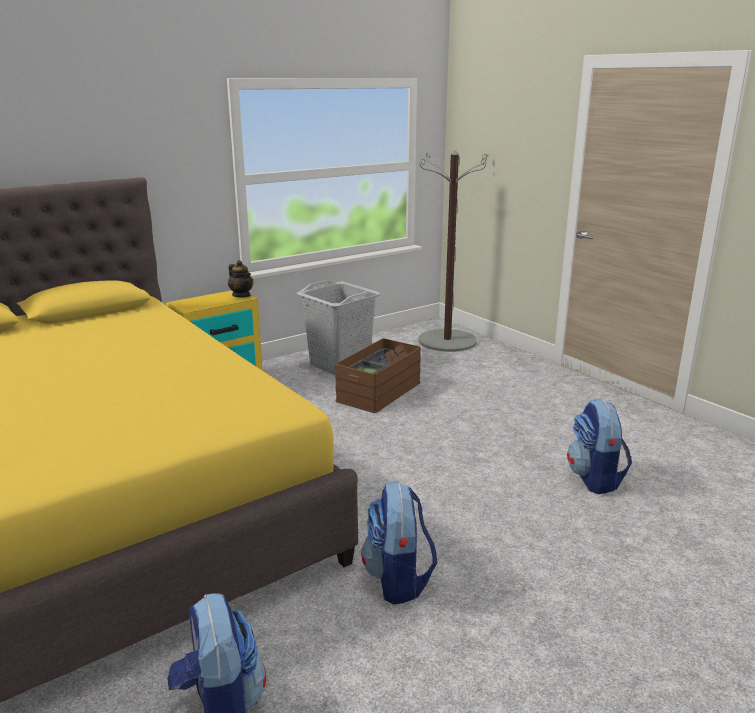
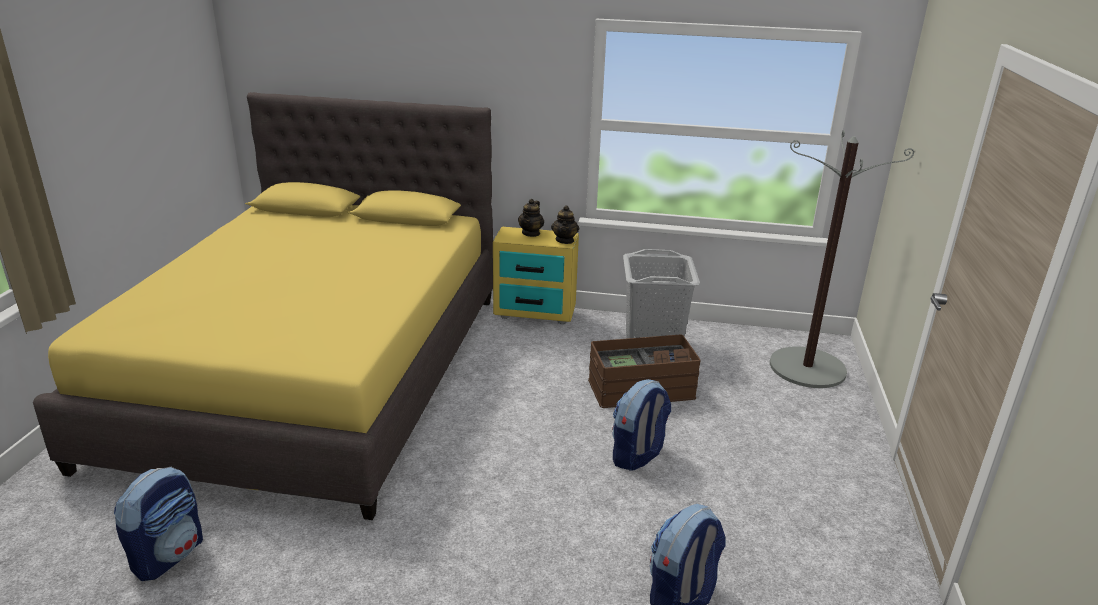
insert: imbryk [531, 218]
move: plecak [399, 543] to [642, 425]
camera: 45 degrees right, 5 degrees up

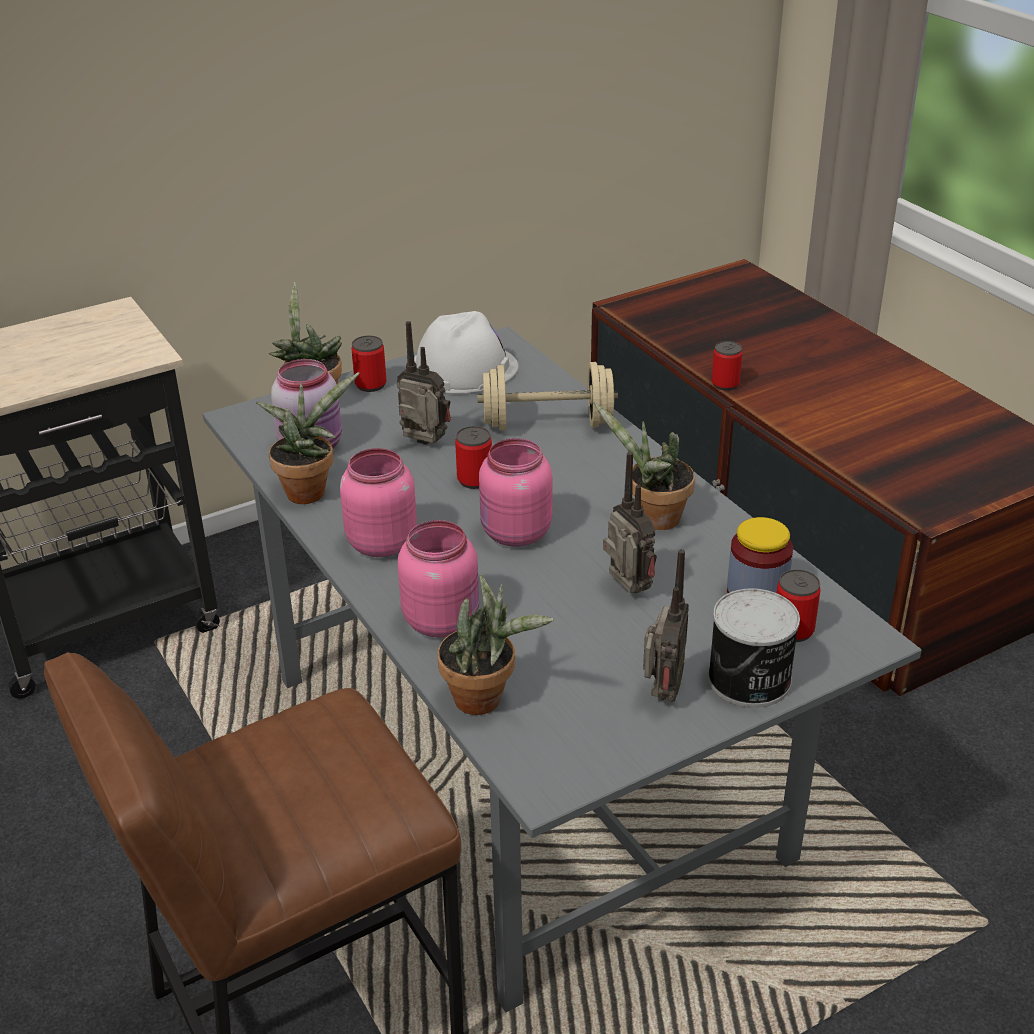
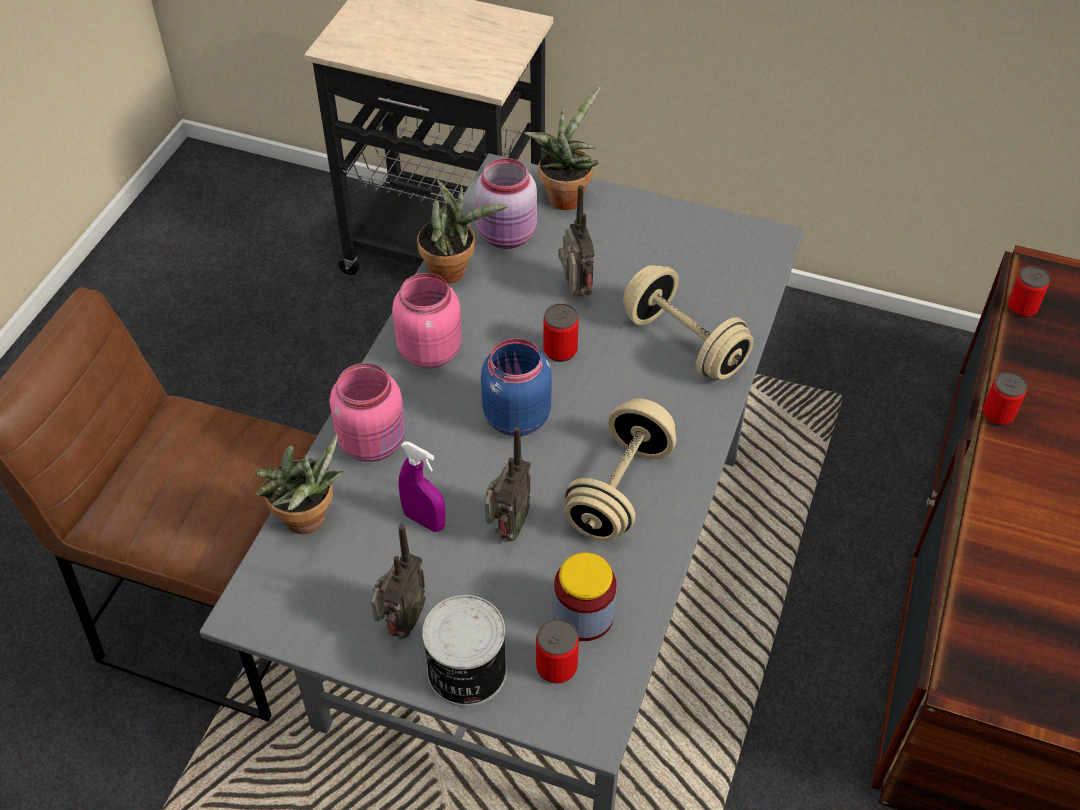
delete: kask/biały [466, 352]
insert: spryskiwacz/fioletowy [422, 486]
move: puszka [369, 363] to [1029, 292]
replace: roślina doniczkowa [644, 466] to hantel/beżowy [620, 469]
recolor: słoik/różowy [515, 492] to słoik/niebieski [516, 387]
rotate: radio [666, 625] = [398, 581] 45 degrees counterclockwise
camera: 50 degrees right, 15 degrees up

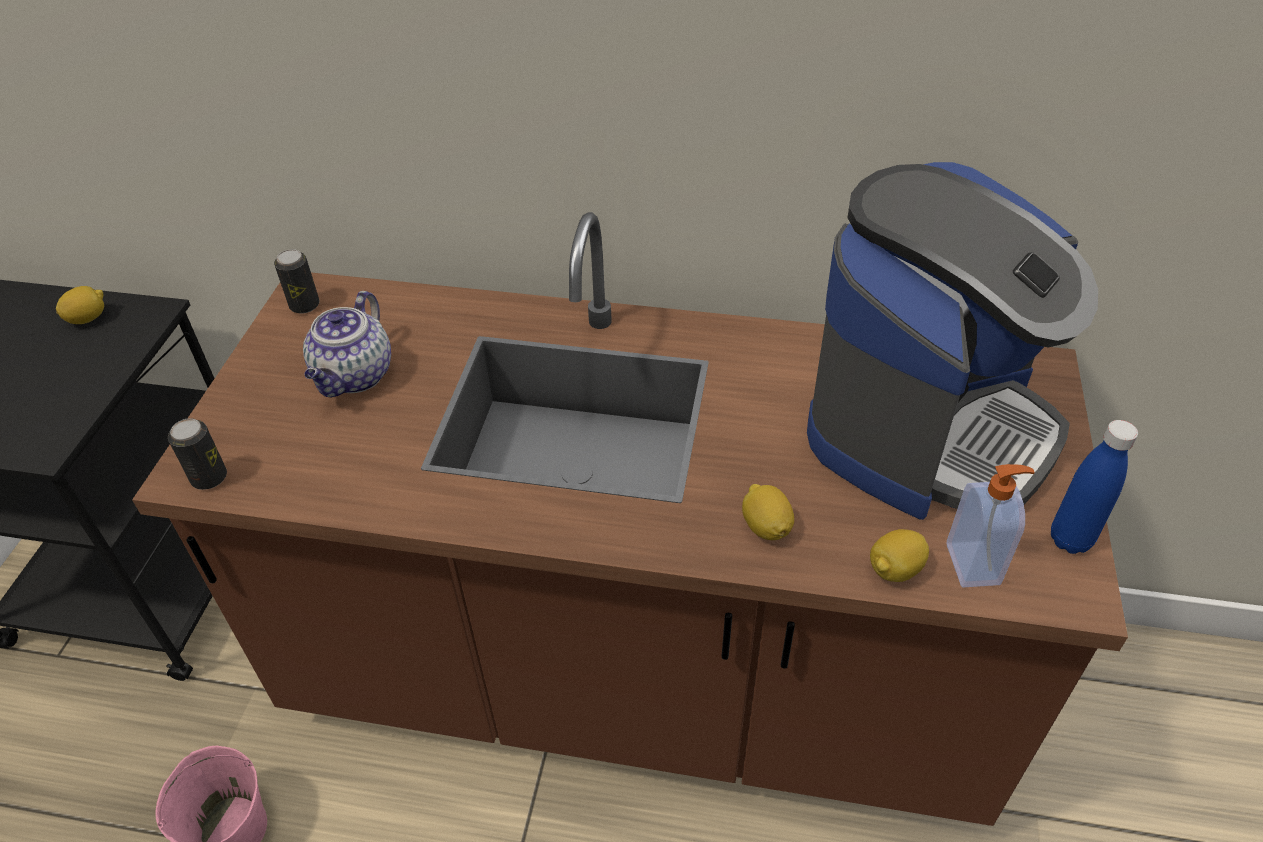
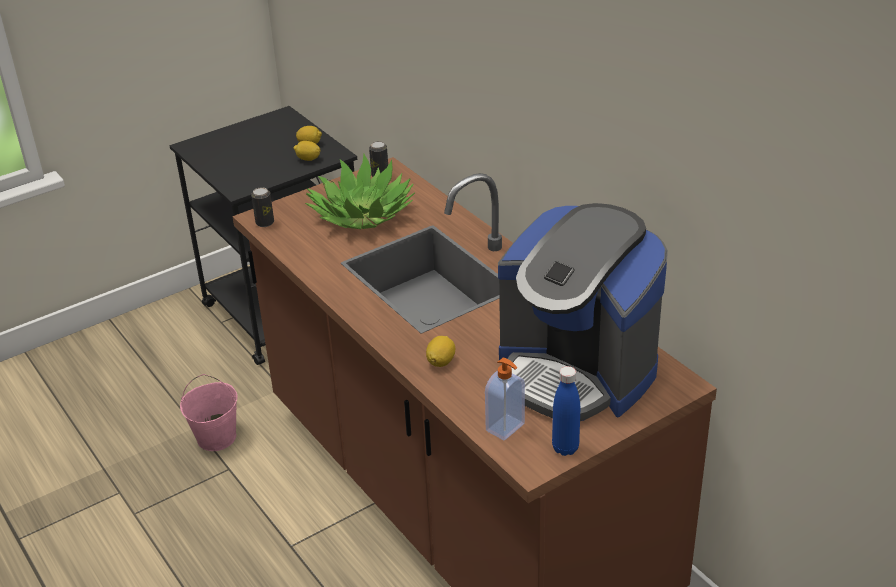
move: cytryna [899, 555] to [306, 151]
replace: imbryk [347, 344] to roślina doniczkowa [360, 191]
rotate: ekspres do kawy [952, 341] = [583, 312] 45 degrees clockwise
camera: 45 degrees right, 10 degrees down

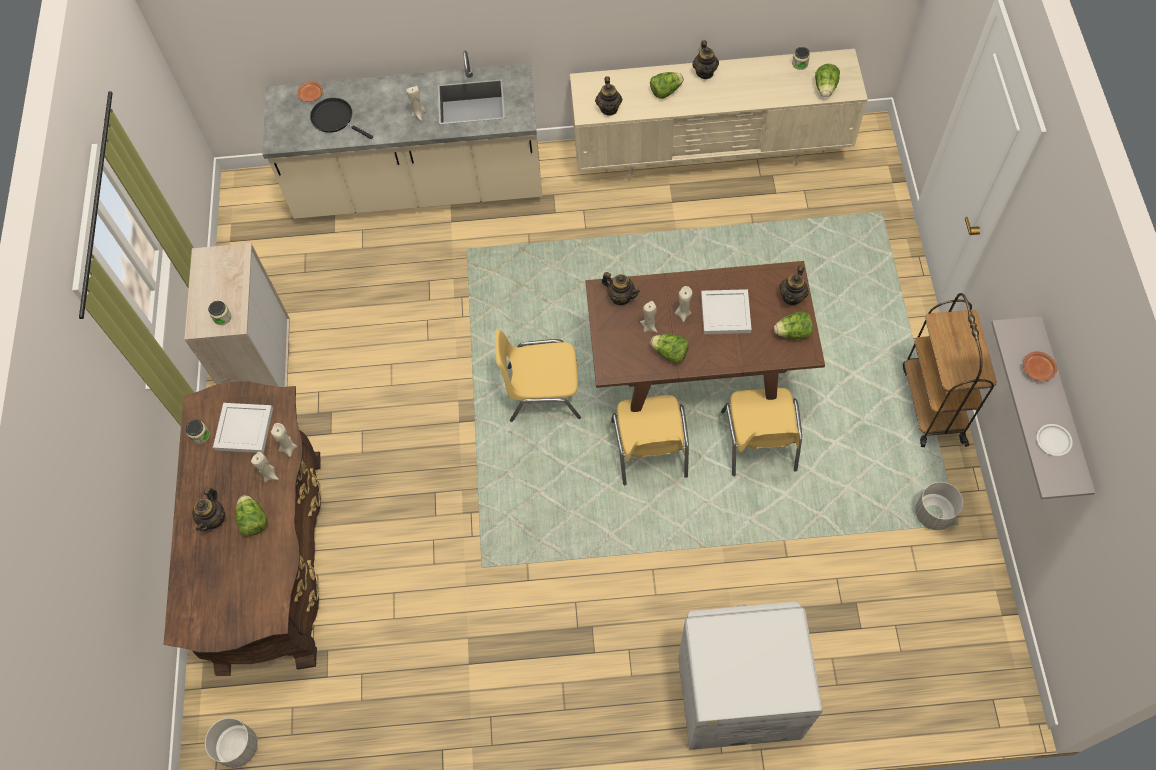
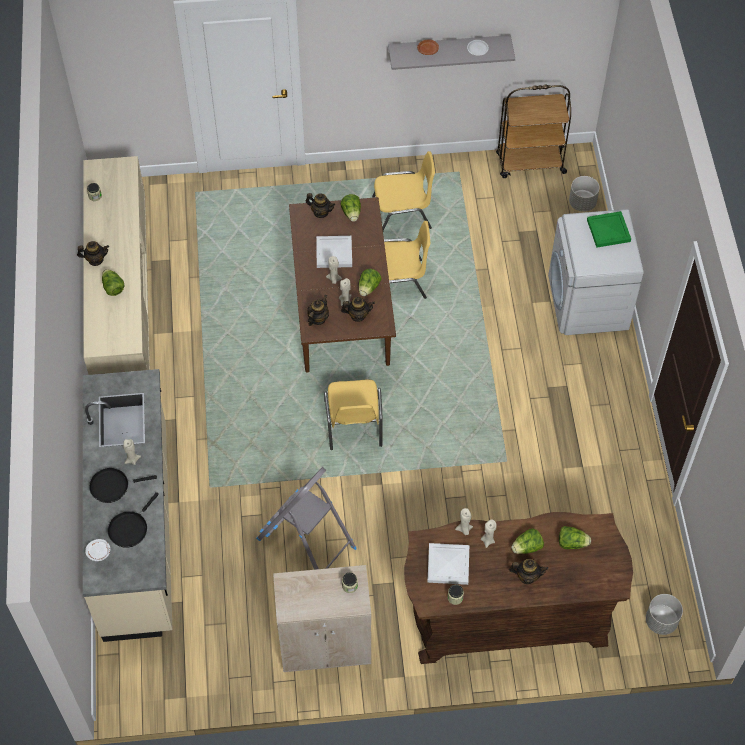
insert: taca/zielony [609, 229]; drabinka/szary [306, 518]; patelnia/czarny [123, 485]
move: sałata [827, 80] to [575, 537]; imbryk [608, 96] to [358, 309]; wózek/brązowy [950, 370] to [533, 131]; krzesło/żółty [650, 440] to [403, 191]; donica/szary [939, 506] to [584, 194]
recolor: talerz/brązowy [310, 91] to talerz/biały [97, 550]
camera: 95 degrees left, 5 degrees down

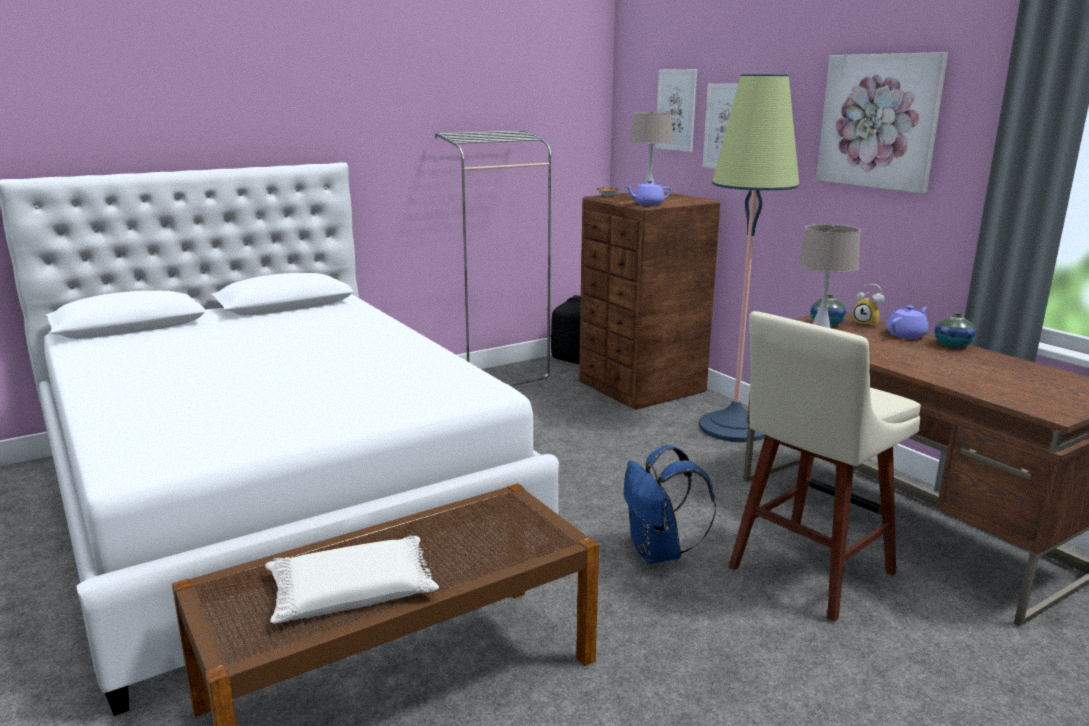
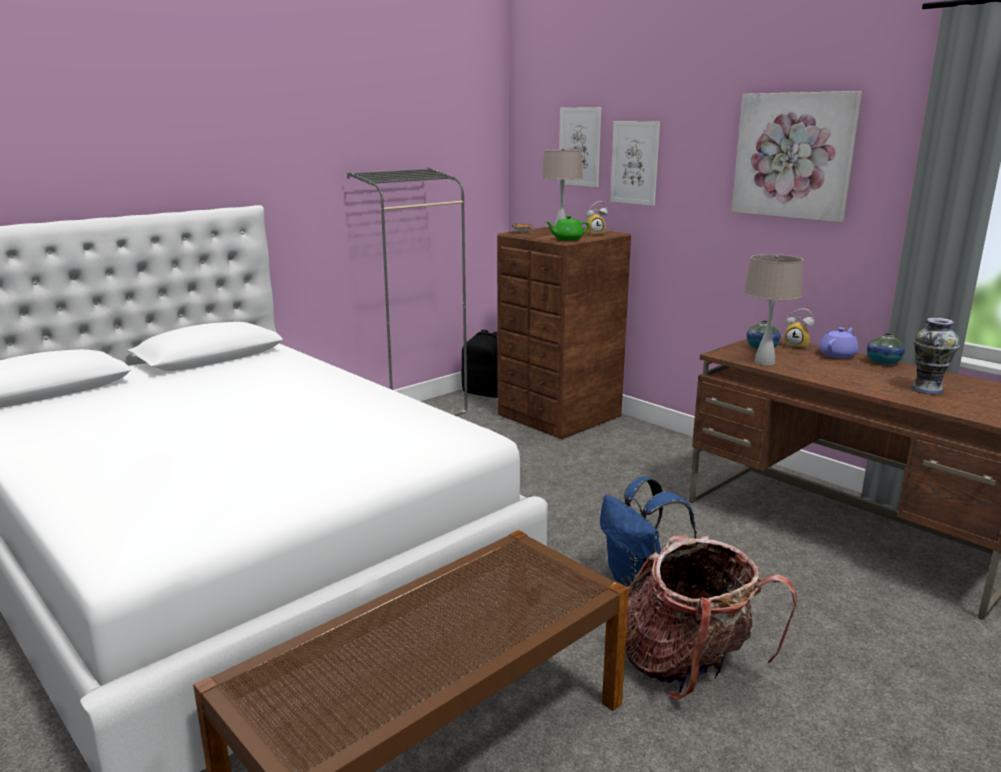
delete: lampa stojąca [749, 258]; stołek/beżowy [824, 466]; poduszka/biały [352, 579]
insert: budzik [597, 218]; wazon [935, 356]; plecak [711, 617]
recolor: imbryk/fioletowy [648, 193] to imbryk/zielony [567, 228]
camera: 10 degrees left, 0 degrees up

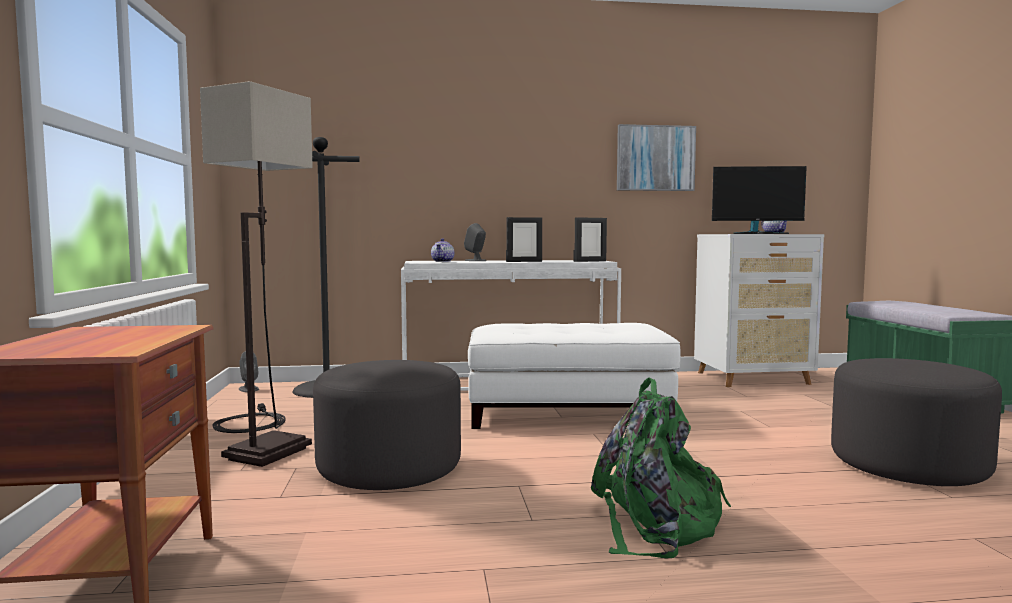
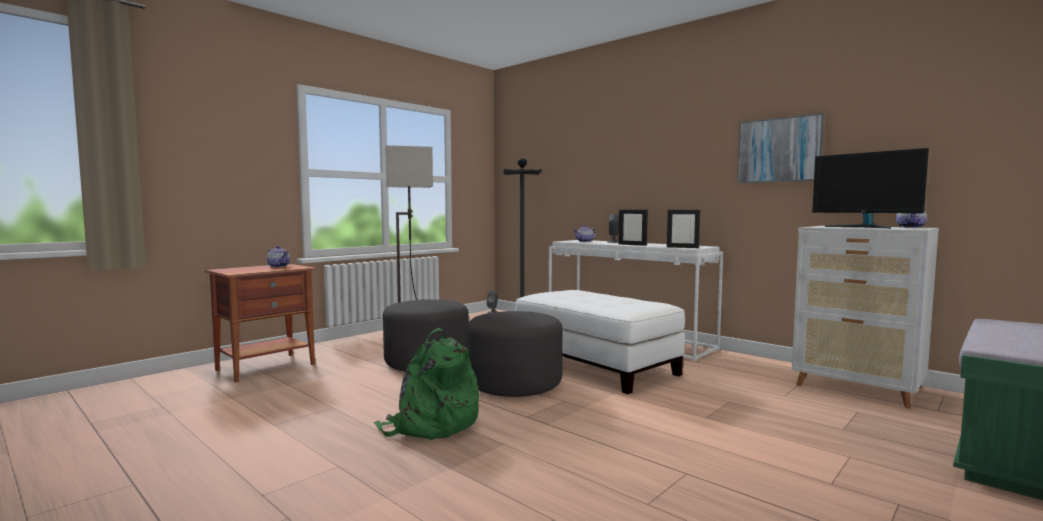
insert: imbryk [278, 257]
move: pufa/szary [916, 422] to [514, 354]
camera: 50 degrees right, 0 degrees up

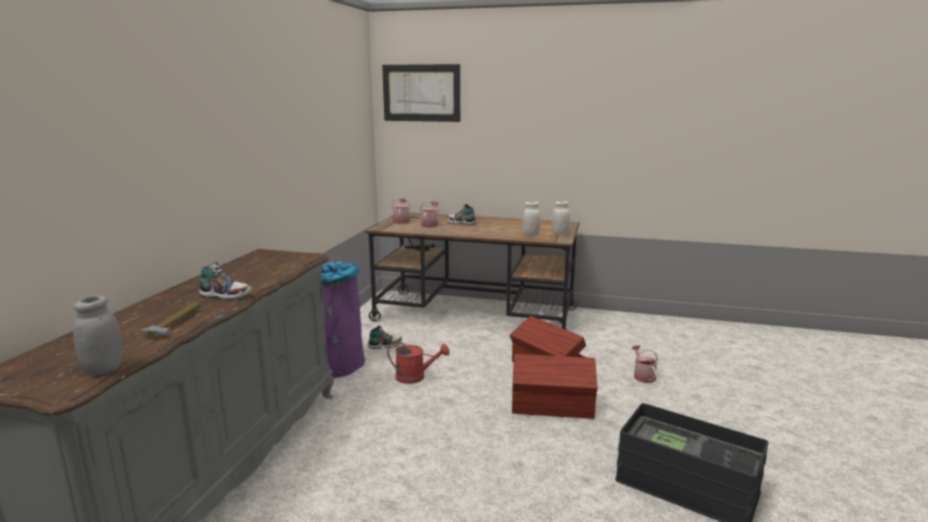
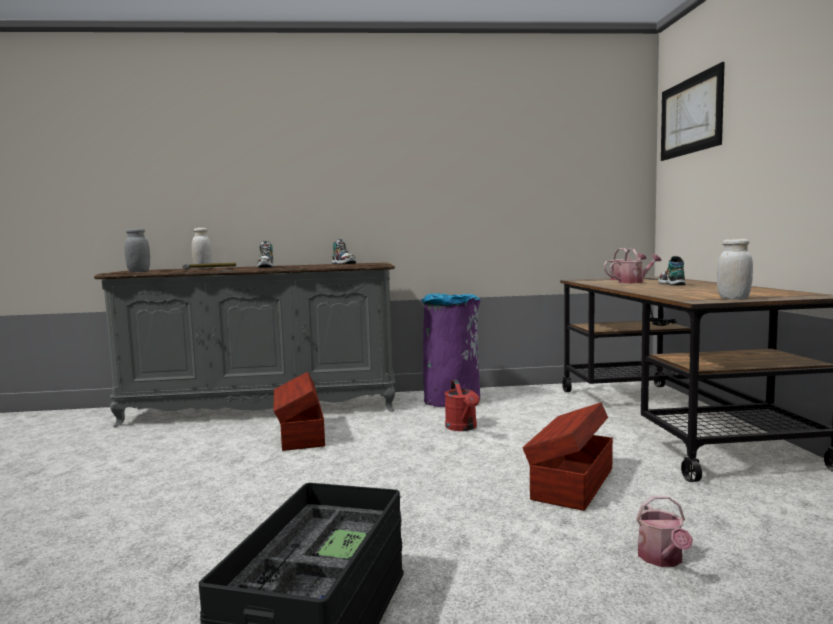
move: słoik/biały [531, 218] to [202, 248]; but [385, 337] to [344, 251]; pojemnik do przechowywania/brązowy [554, 386] to [299, 411]
rotate: konewka [645, 364] = [664, 531] 120 degrees clockwise
camera: 70 degrees right, 10 degrees down

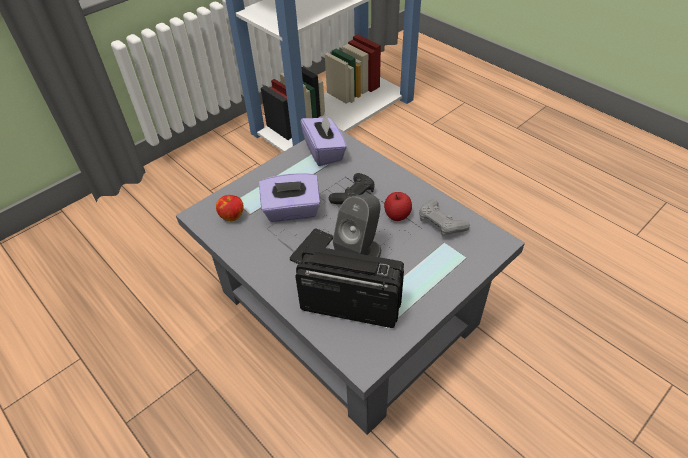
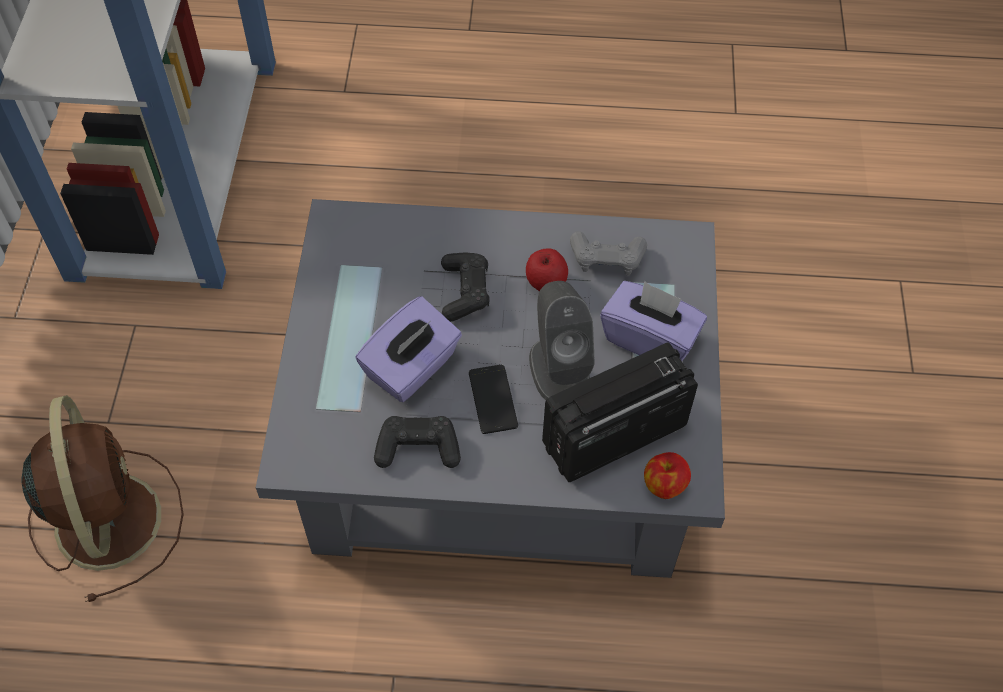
insert: wentylator/brązowy [103, 498]; pad do gier/czarny [417, 442]
move: pudełko chusteczek/fioletowy [323, 139] to [653, 321]; jabłko [230, 208] to [667, 475]
camera: 45 degrees left, 10 degrees up

